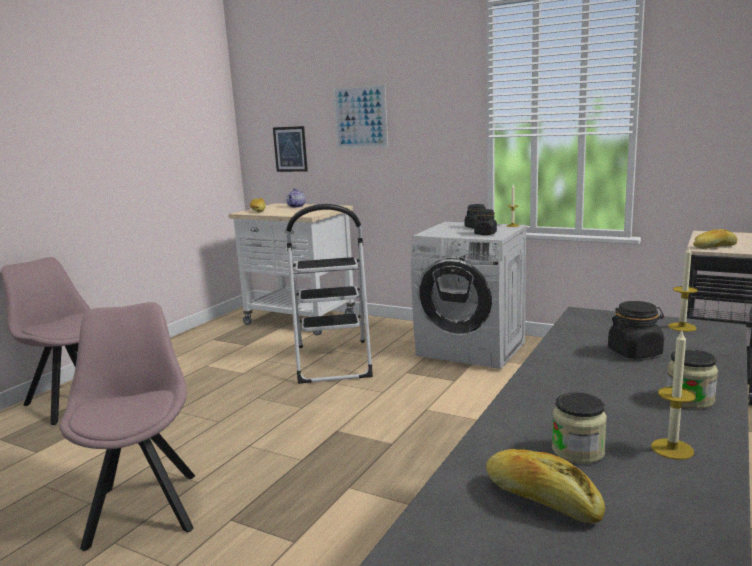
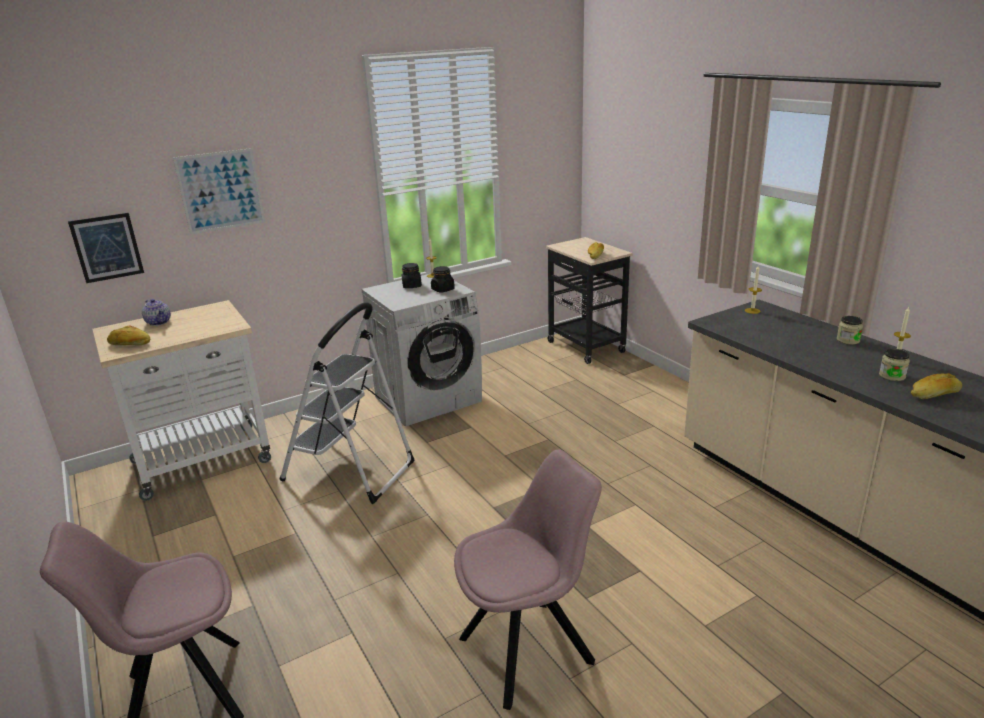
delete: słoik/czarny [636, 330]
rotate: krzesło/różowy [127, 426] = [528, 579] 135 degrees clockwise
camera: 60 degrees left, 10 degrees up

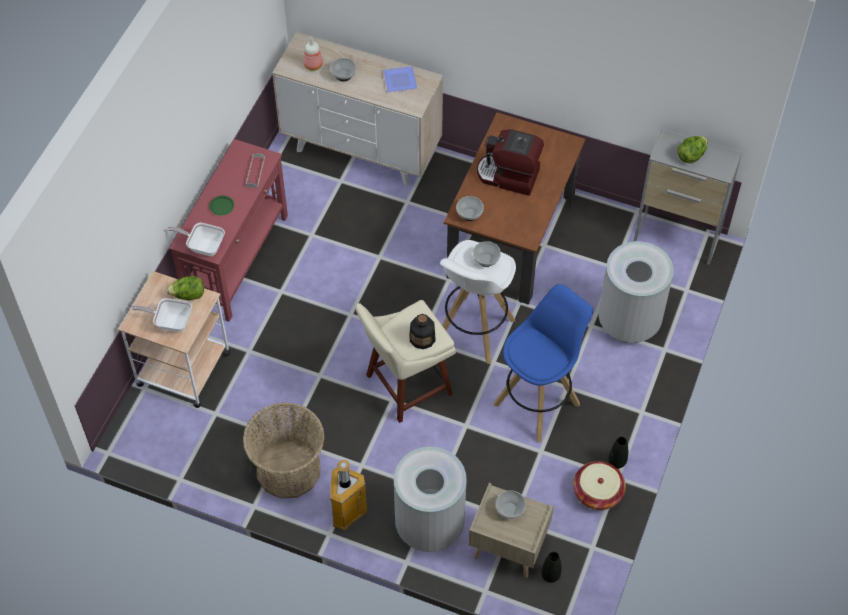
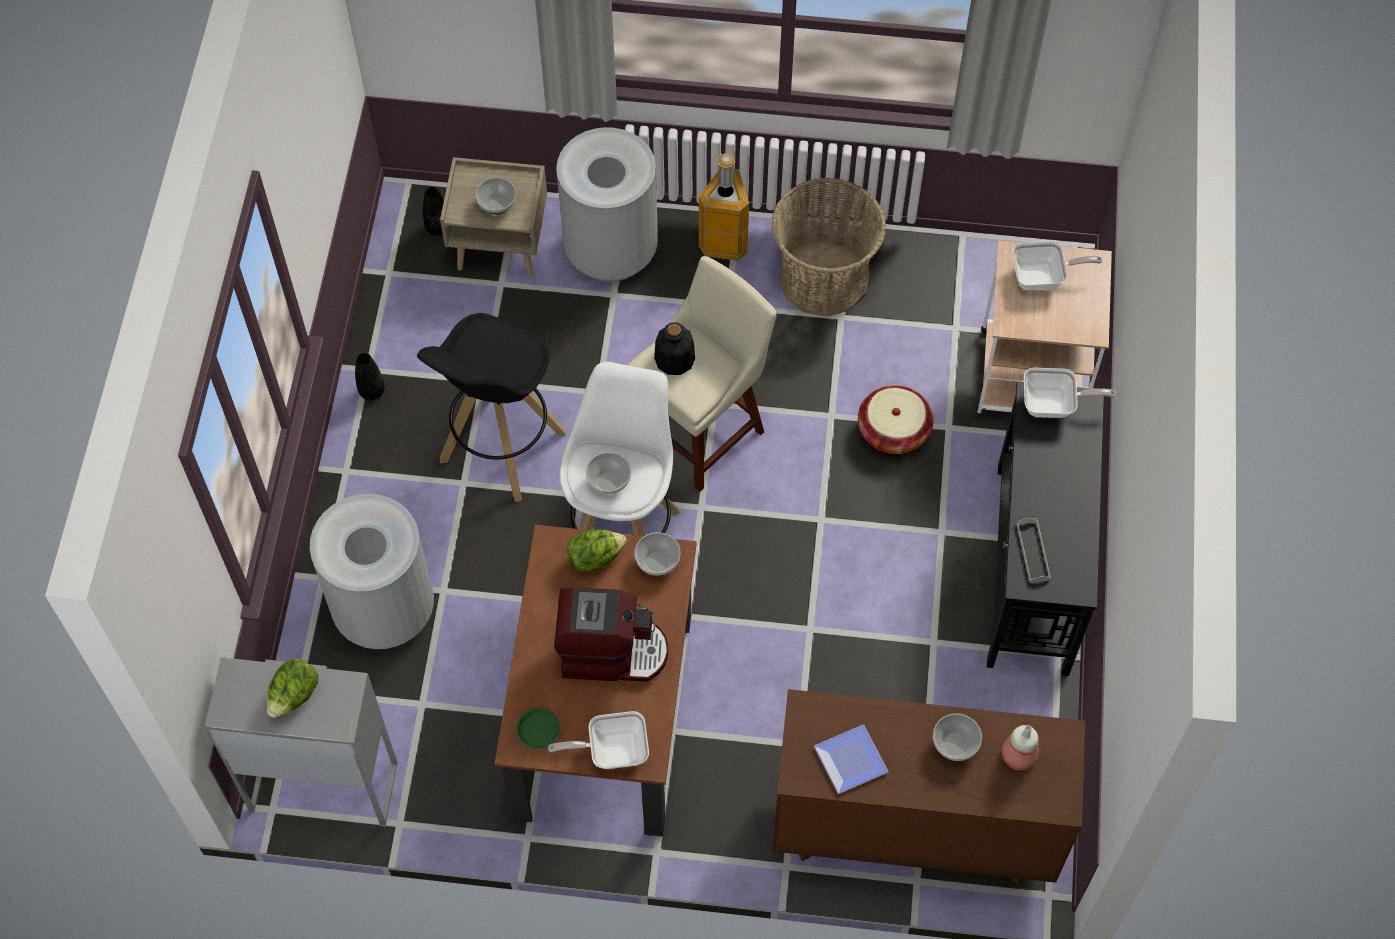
insert: patelnia [598, 740]
move: talerz/zielony [221, 206] to [538, 728]; sałata [185, 288] to [596, 550]; koszyk [599, 485] to [896, 419]
recolor: komoda/biały [357, 109] to komoda/brązowy [928, 787]; stolik konsolowy/czerwony [228, 230] to stolik konsolowy/czarny [1045, 529]; stołek/niebieski [543, 363] to stołek/czarny [491, 407]
camera: 165 degrees right, 5 degrees up

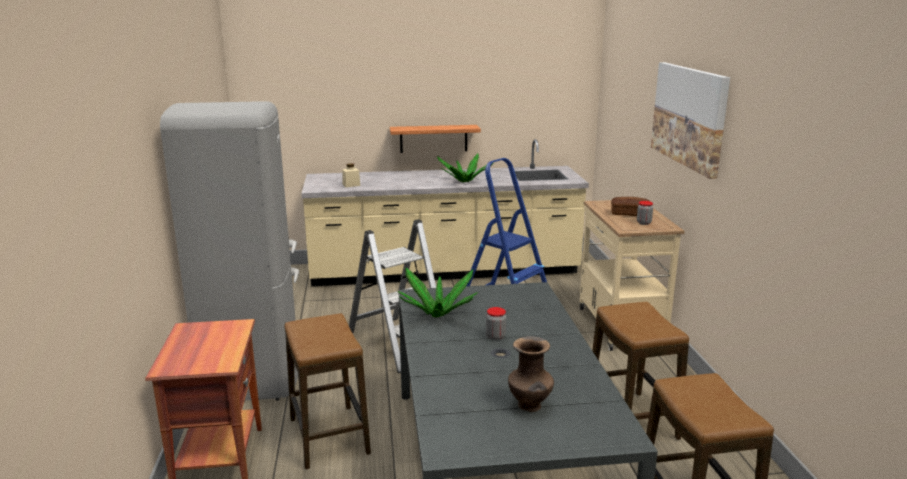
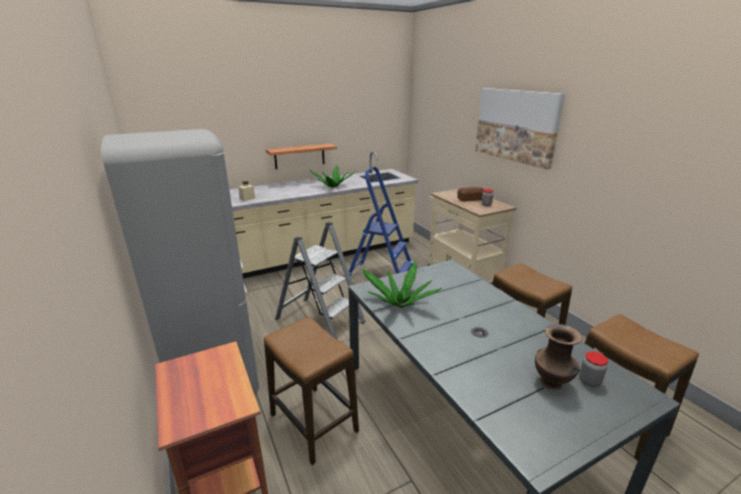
move: słoik [496, 323] to [593, 369]
camera: 20 degrees left, 5 degrees up

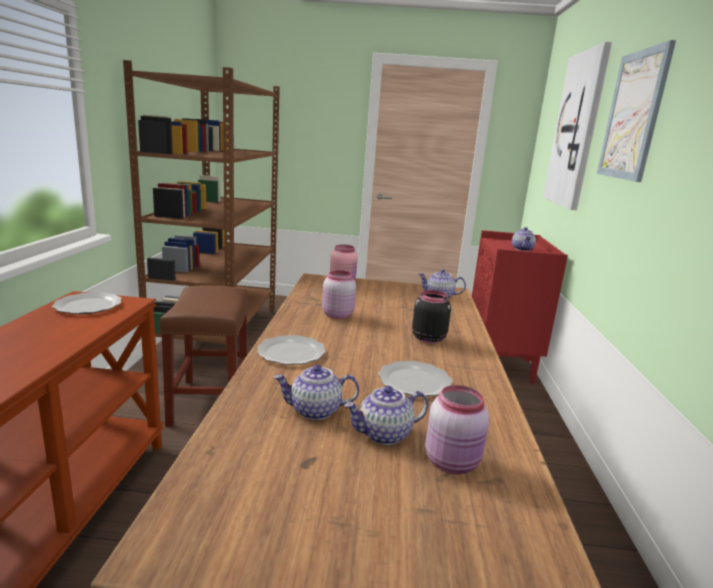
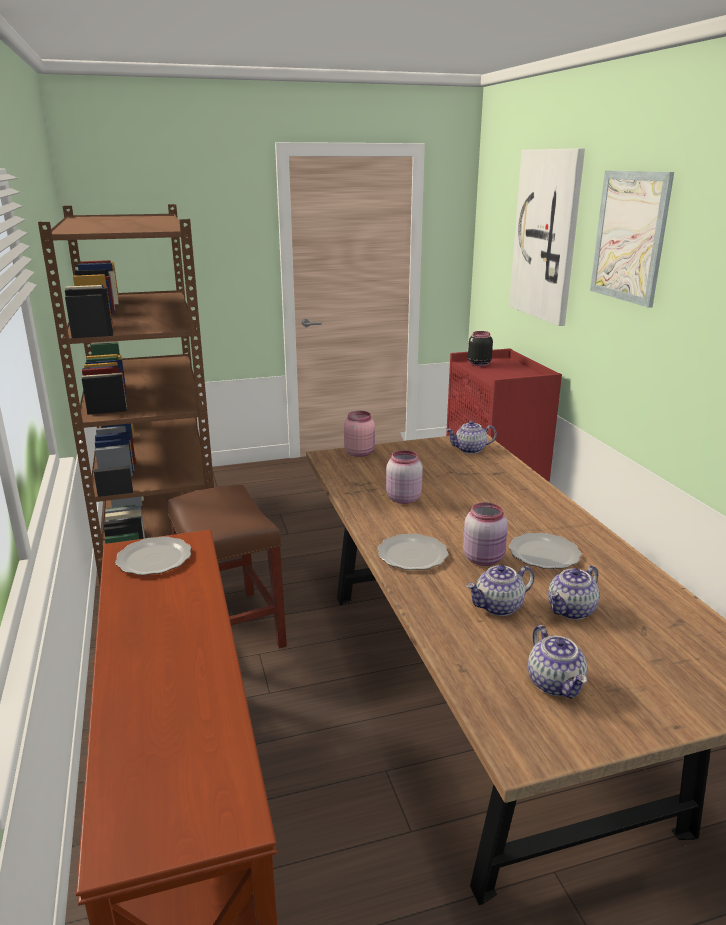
move: imbryk [524, 239] to [557, 662]; słoik/czarny [431, 317] to [480, 348]; słoik/różowy [457, 429] to [485, 534]
camera: 20 degrees left, 5 degrees up

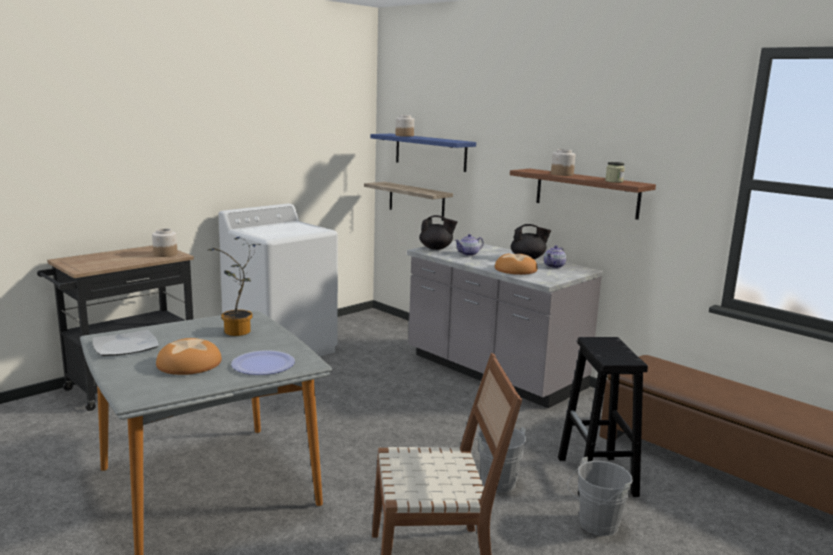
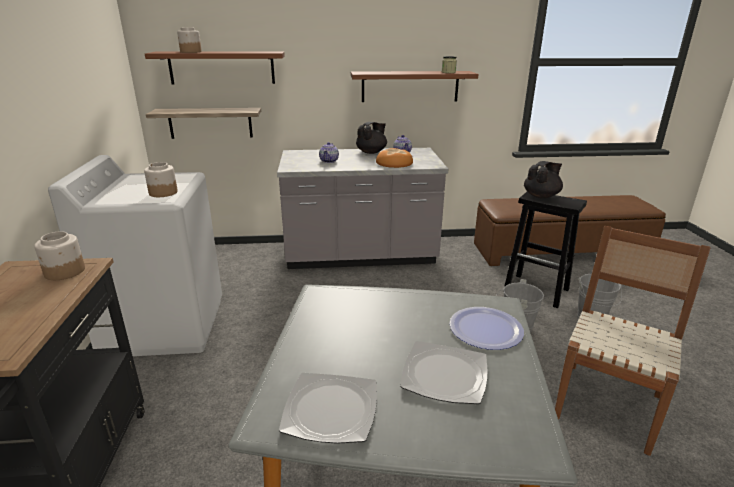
delete: roślina doniczkowa [233, 286]
move: słoik [563, 162] to [161, 179]; imbryk/czarny [438, 232] to [543, 179]
replace: chleb [189, 356] to talerz [444, 372]
recolor: półka/niebieski [423, 153] to półka/brązowy [215, 68]
camera: 50 degrees left, 10 degrees up

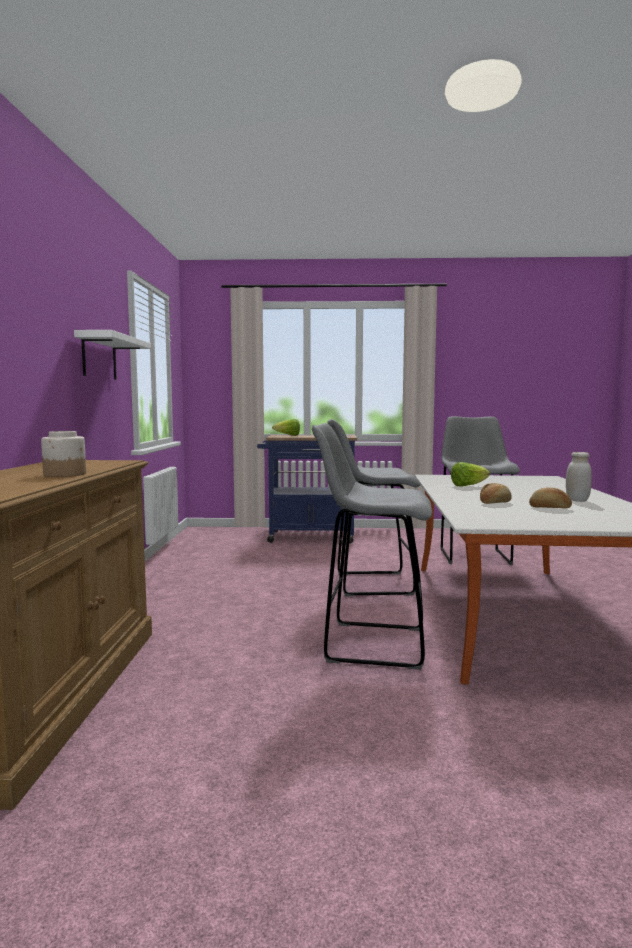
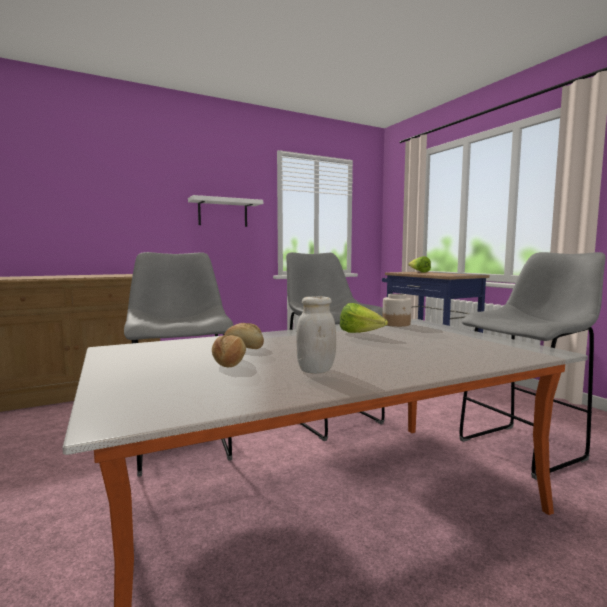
move: słoik [63, 454] to [397, 310]
camera: 60 degrees right, 0 degrees up

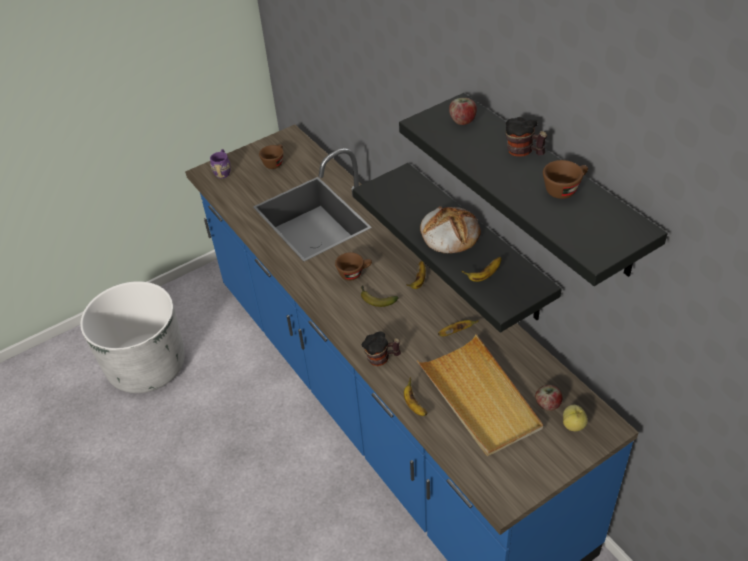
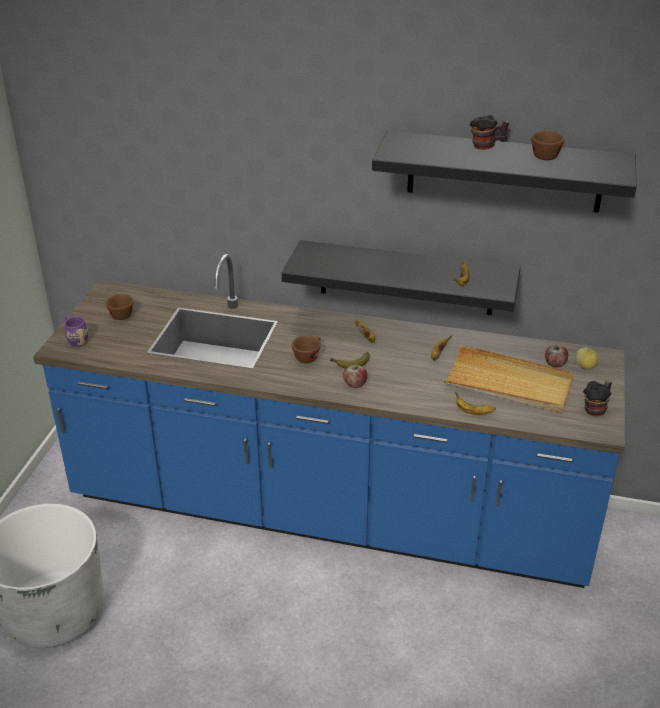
delete: chleb [450, 230]
move: jabłko [463, 111] to [355, 376]; kubek [381, 349] to [597, 398]
camera: 45 degrees left, 10 degrees down

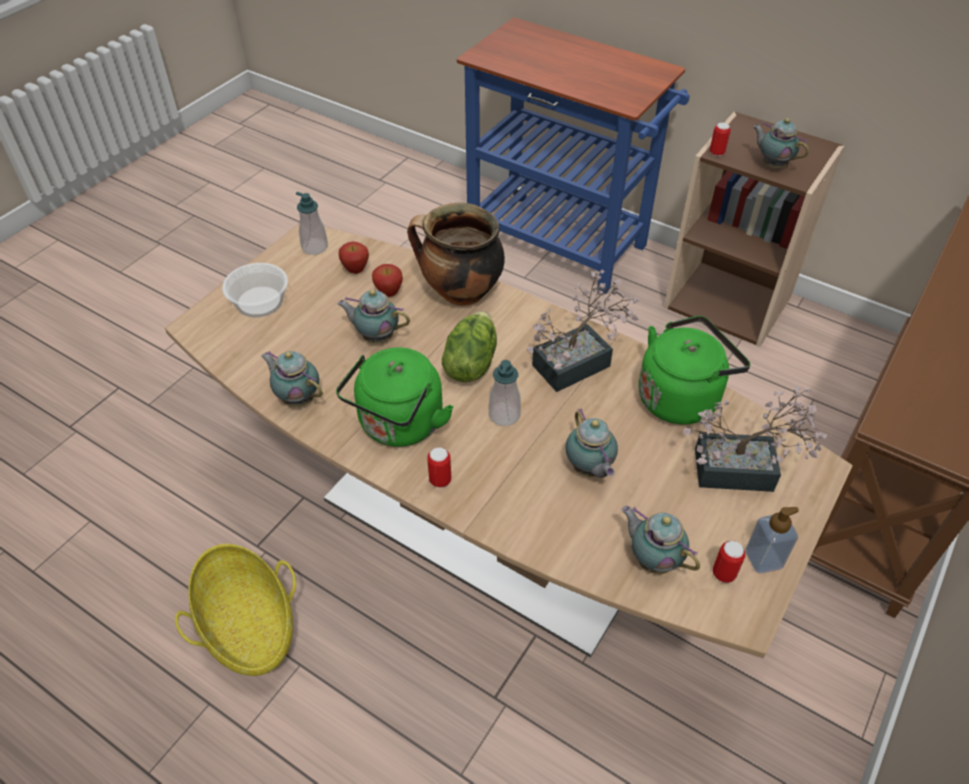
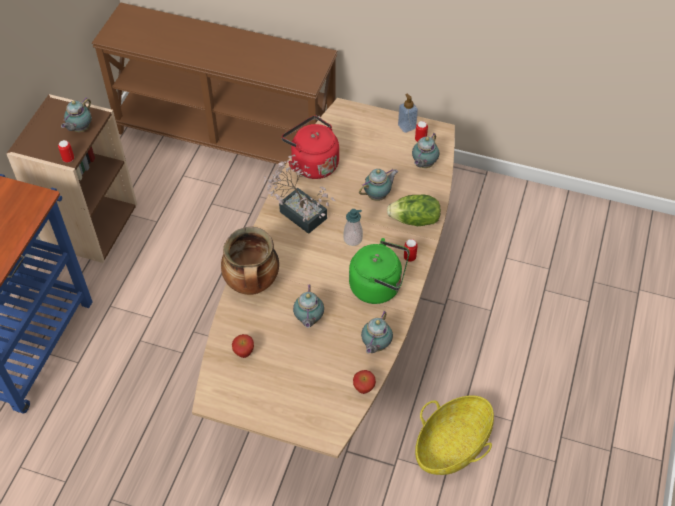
delete: dozownik mydła [311, 223]; miska [255, 290]; roślina doniczkowa [755, 438]
move: jabłko [387, 280] to [364, 382]; sałata [469, 346] to [414, 210]
recolor: czajnik/zielony [694, 370] to czajnik/czerwony [310, 147]
camera: 105 degrees left, 5 degrees up

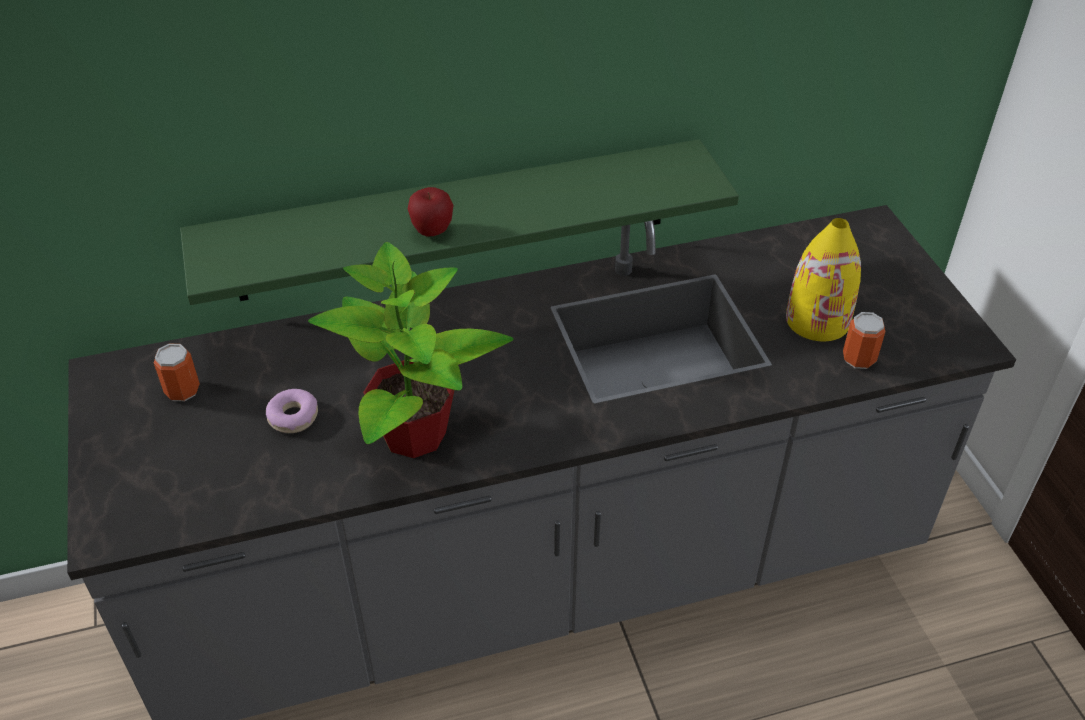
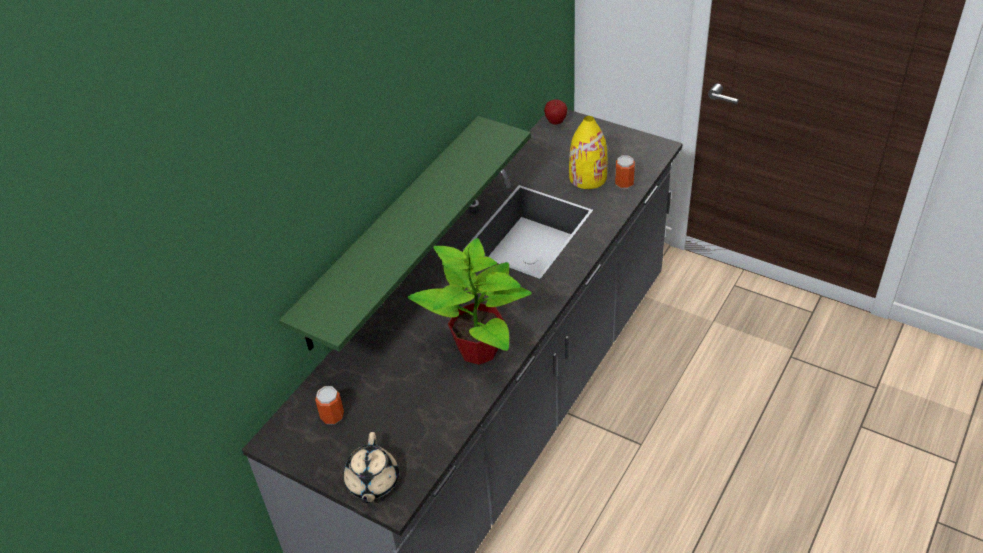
delete: donut [292, 411]
insert: imbryk/beżowy [371, 467]
move: jabłko [430, 212] to [555, 112]
camera: 40 degrees left, 0 degrees up

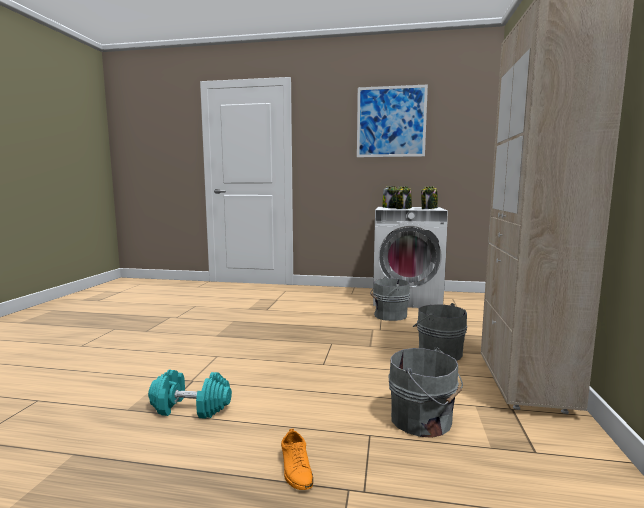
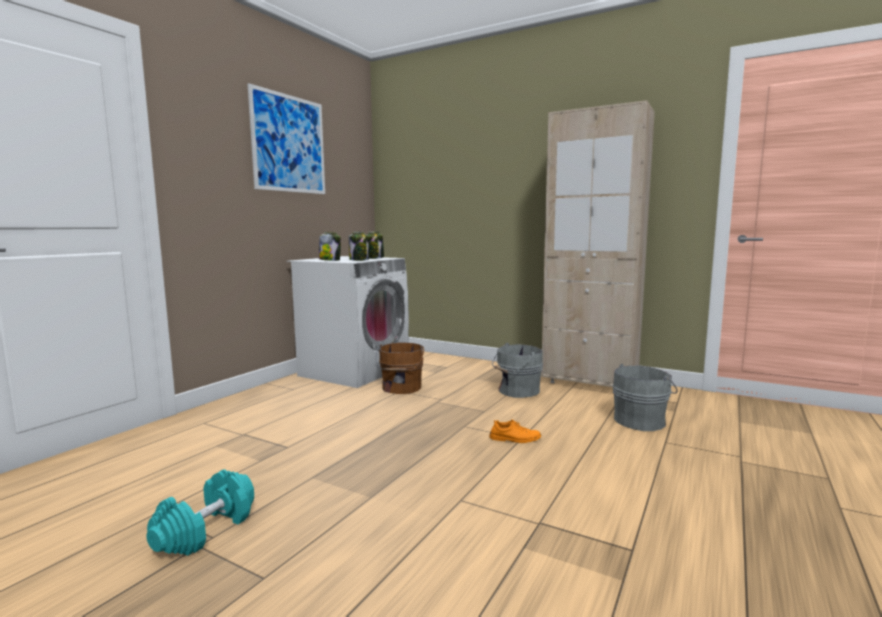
move: hantel/turkusowy [190, 394] to [200, 512]; but/pomarańczowy [297, 459] to [515, 431]
recolor: wiadro/szary [390, 298] to wiadro/brązowy [400, 368]
camera: 70 degrees left, 0 degrees up

